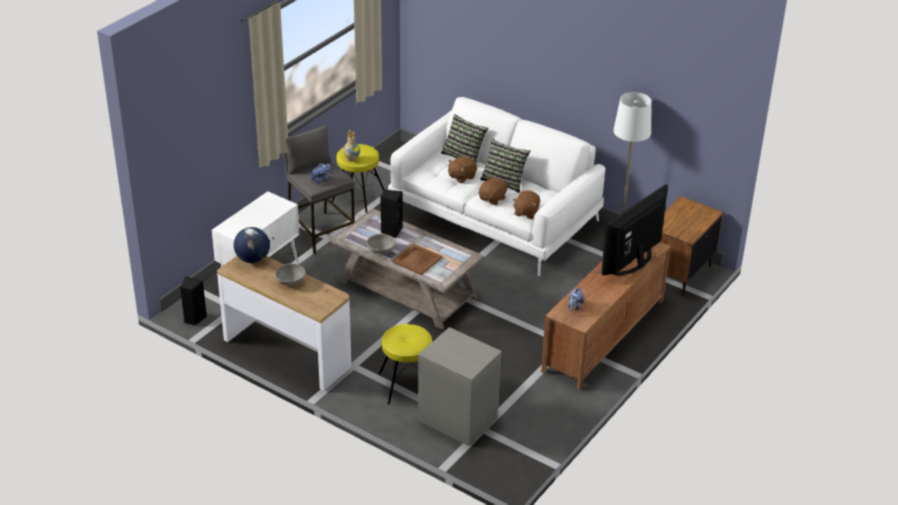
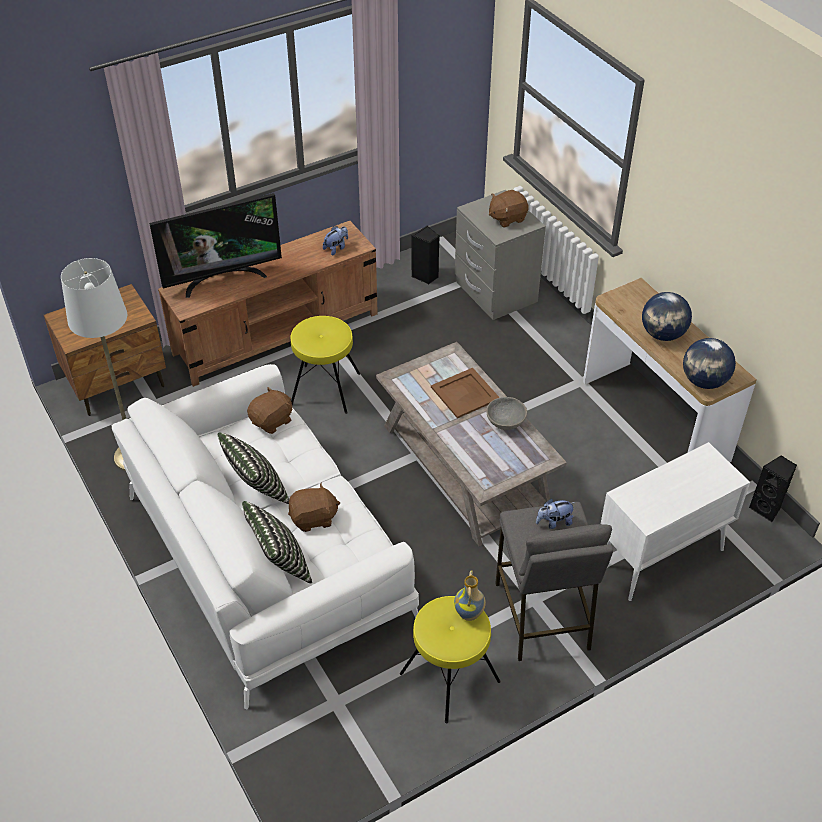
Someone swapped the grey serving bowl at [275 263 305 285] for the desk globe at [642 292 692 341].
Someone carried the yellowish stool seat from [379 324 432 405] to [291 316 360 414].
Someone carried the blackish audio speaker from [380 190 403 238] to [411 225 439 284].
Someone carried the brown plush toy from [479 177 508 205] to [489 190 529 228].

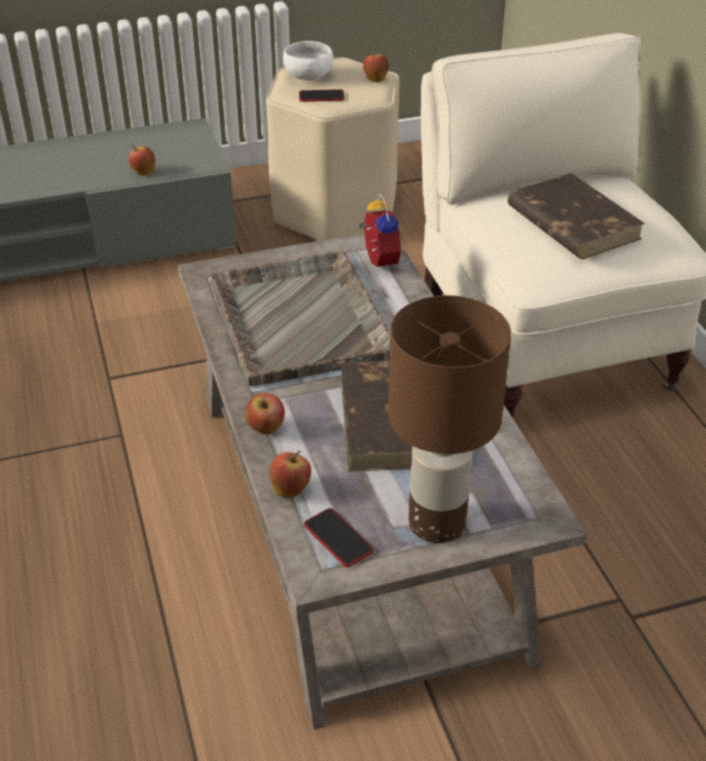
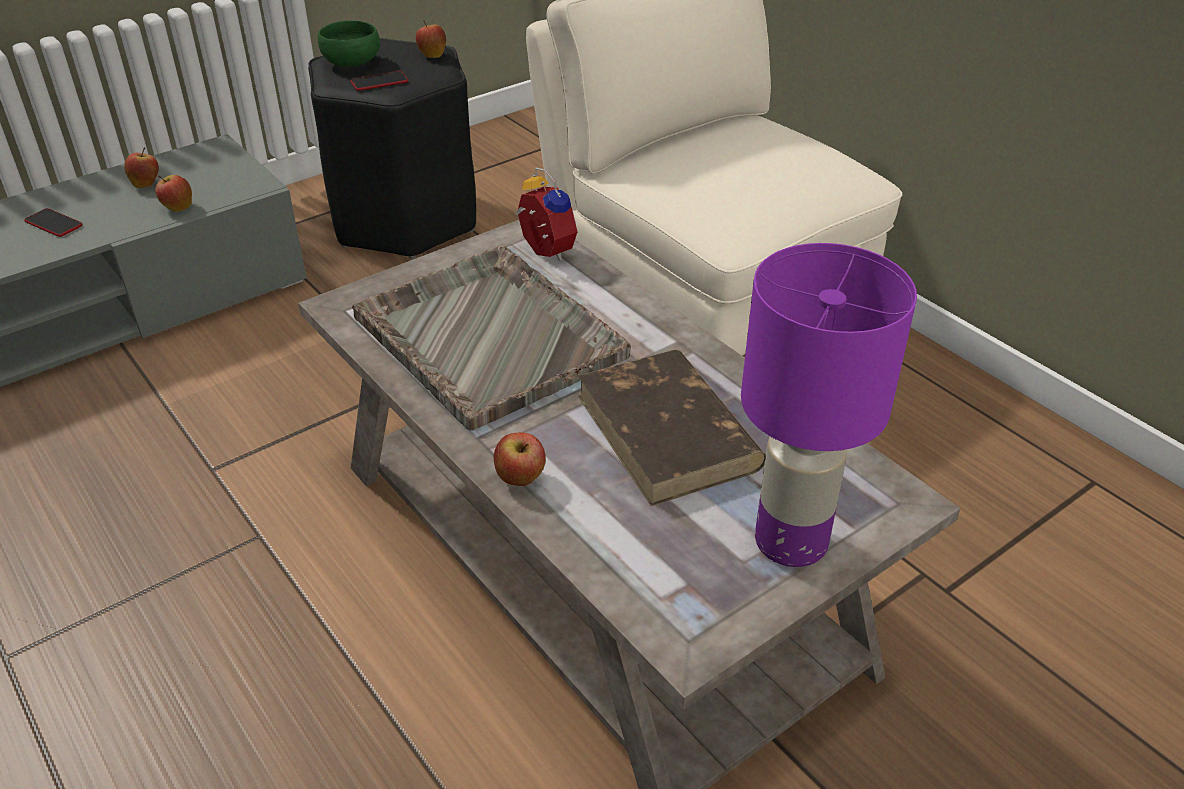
Someone repainted the beige stool seat at [266 57 400 241], which became the blackish stool seat at [308 38 476 259].
Someone carried the whole apple from [269 450 311 498] to [124 147 159 188].
Someone repainted the white serving bowl at [283 41 334 80], which became the greenish serving bowl at [318 20 380 67].
Someone carried the telephone from [304 508 374 567] to [24 208 83 237].
Someone repainted the brown table lamp at [388 295 511 543], which became the purple-coloured table lamp at [741 243 917 567].
Someone took away the brown volume at [508 173 645 259].

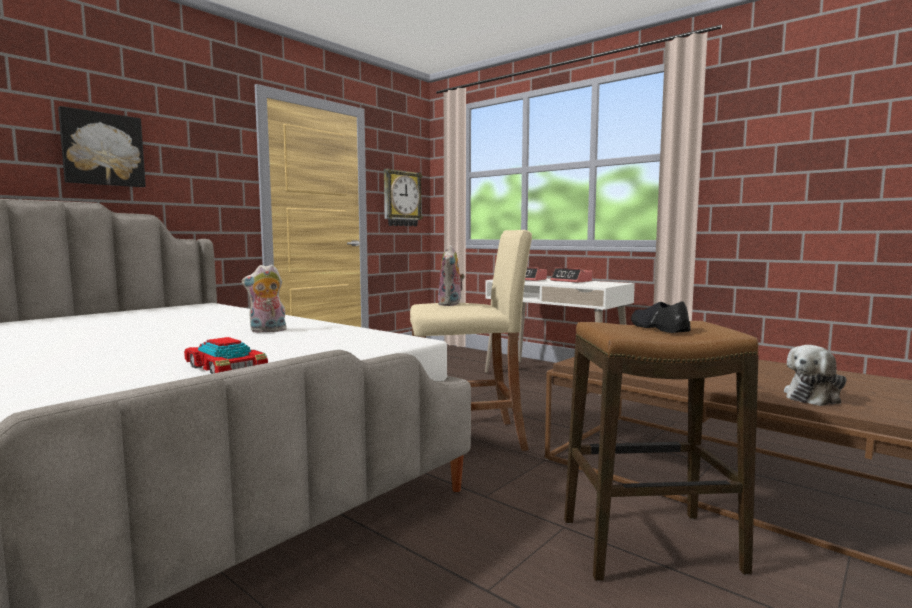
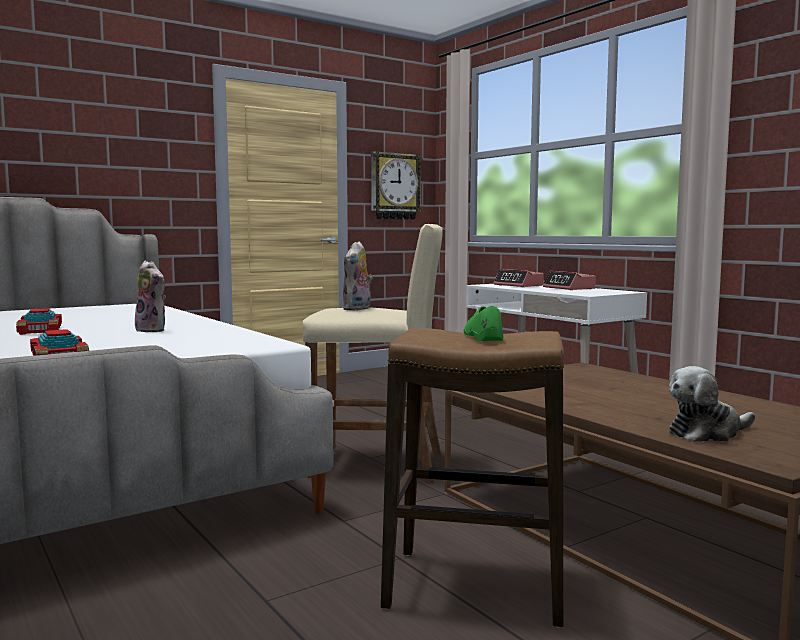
Someone took away the wall art at [58 106 146 187].
Someone rotated the plush toy at [242 264 286 333] by 135 degrees counterclockwise.
Someone repainted the blackish item of footwear at [631 301 691 333], which became the greenish item of footwear at [464 306 503 341].
Someone put down the miniature car at [16 308 62 335].

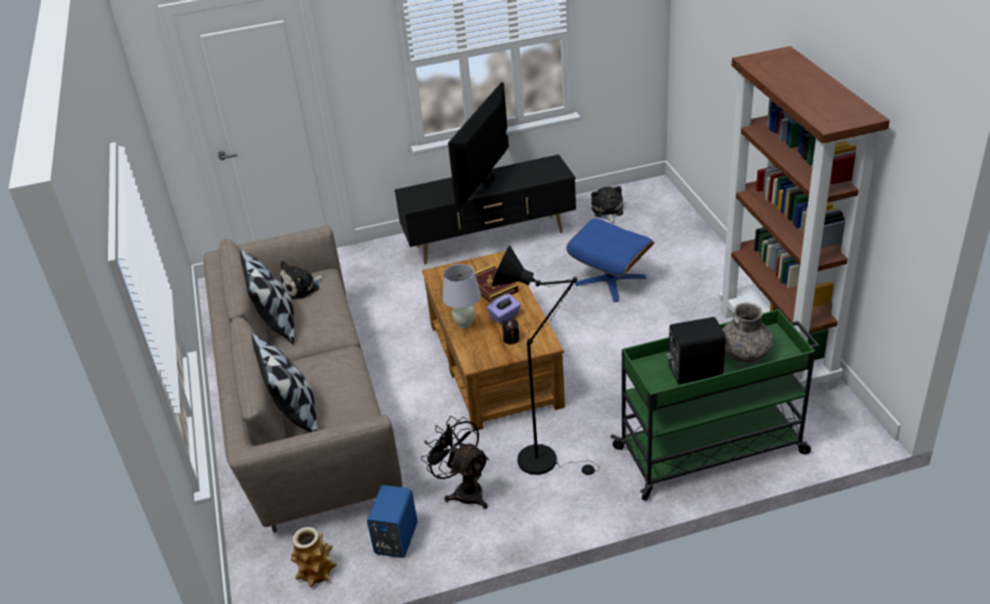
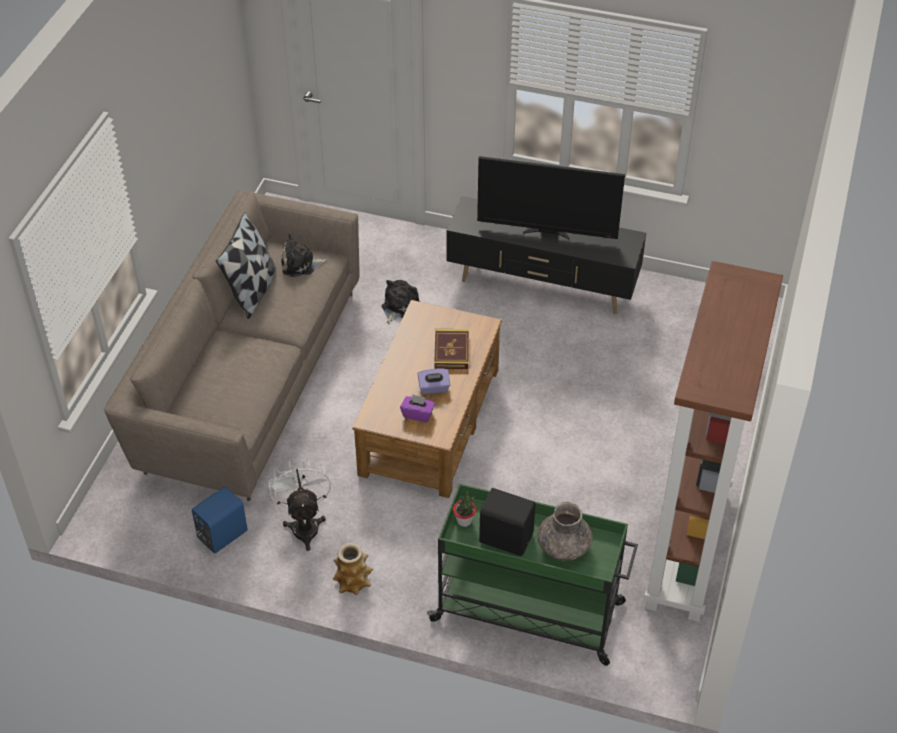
Someone took away the throw pillow at [252 333 317 432].
Someone carried the vase from [291 527 337 587] to [333 543 373 596].
Someone repainted the blackish electric fan at [421 416 489 509], which became the white electric fan at [268 459 331 551].
Someone took away the white table lamp at [442 264 481 328].
Someone rotated the television at [448 82 509 211] by 135 degrees counterclockwise.
Someone took away the blackish standing lamp at [492 246 600 475].
Someone swapped the blackish wax light at [502 319 519 345] for the purple-coloured box of tissues at [400 394 435 422].
Someone took away the blue-coloured ottoman at [566 218 654 302].
Someone carried the plush toy from [591 186 623 223] to [382 280 420 324].
Someone put down the potted plant at [453 491 476 527].

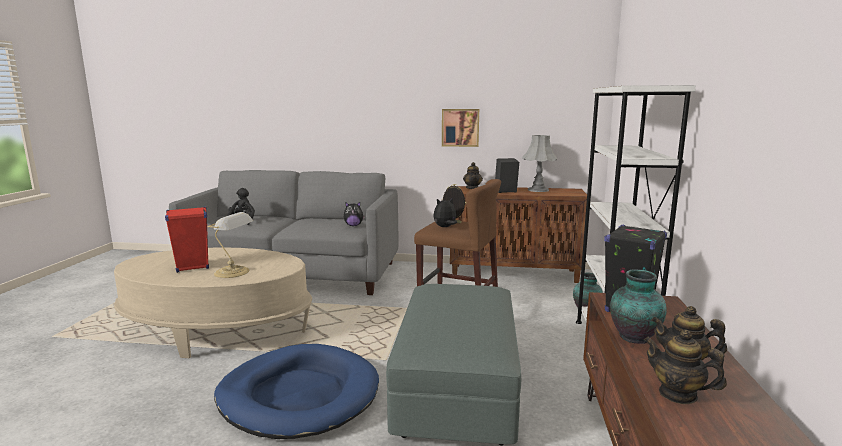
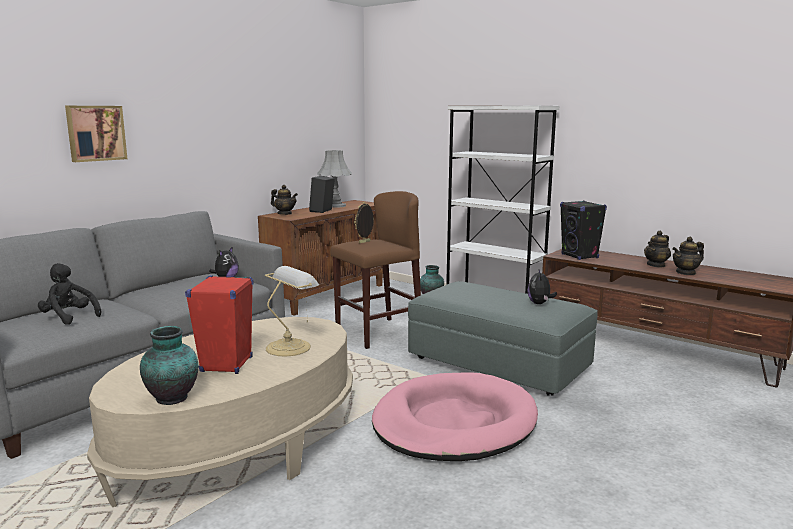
Someone repainted the blue-coloured pet bed at [214 344 379 439], which became the pinkish pet bed at [372 372 538 461].
Someone carried the plush toy from [434 197 457 227] to [527 270 557 304].
Someone carried the wall art from [442 109 479 147] to [65 106 127 162].
Someone carried the vase from [610 269 667 344] to [140 326 198 405].

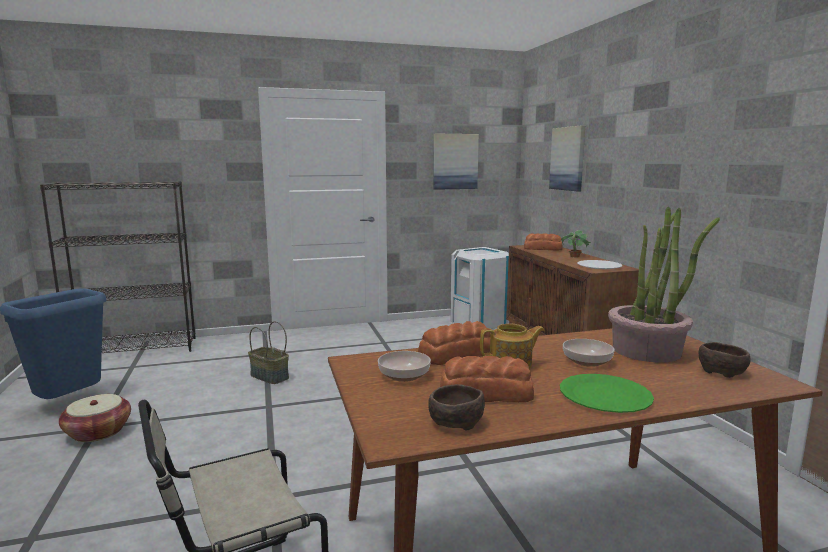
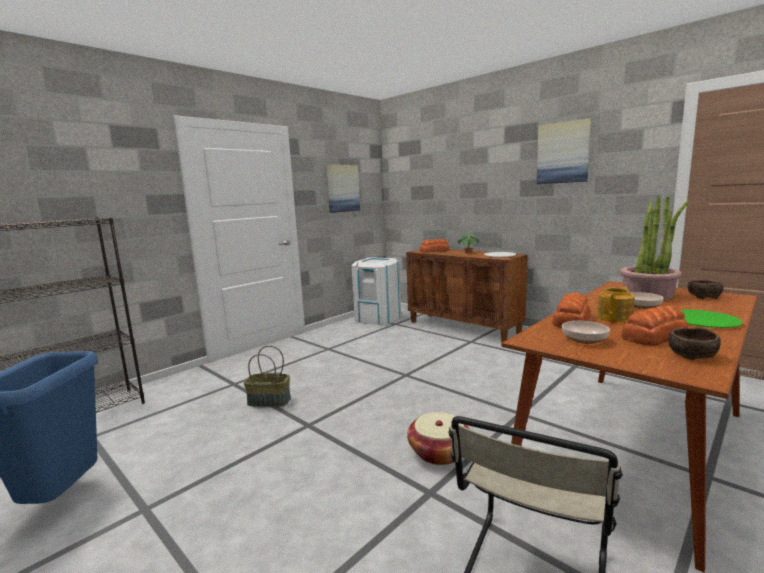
Someone carried the basket from [59 394 131 442] to [407 412 470 465].
Someone carried the wall art from [549 125 585 191] to [537 118 591 184].

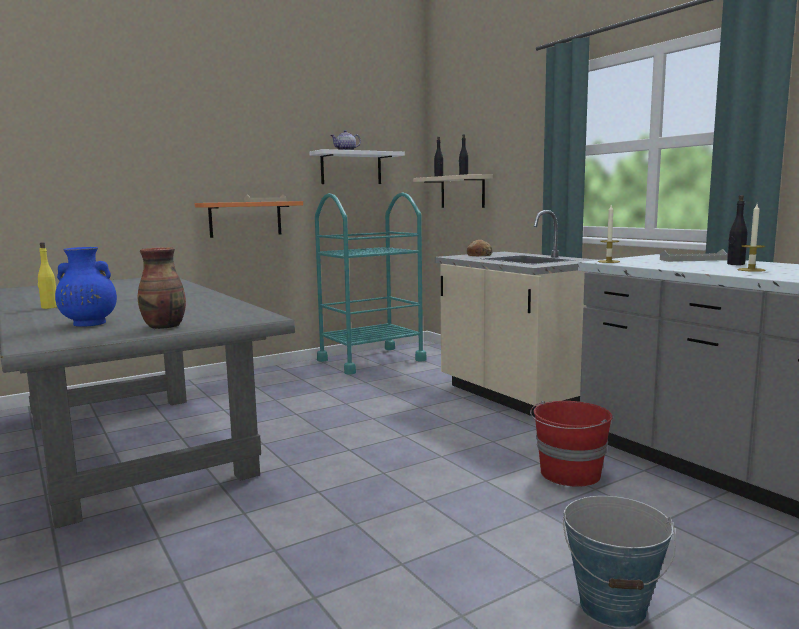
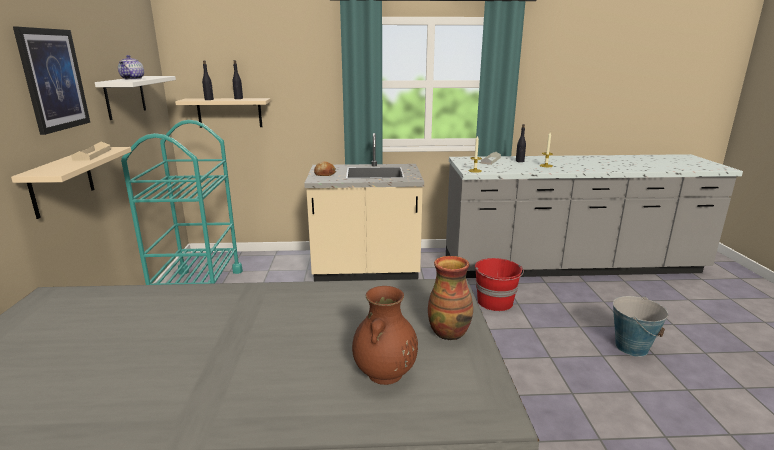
Someone took away the yellowish bottle at [38 242 57 309].
Someone repainted the blue-coloured vase at [55 247 117 327], which became the brown vase at [352 286 418 385].
Someone repainted the orange-coloured wall shelf at [195 201 303 238], which became the beige wall shelf at [11 147 132 219].
Someone put up the wall art at [13 27 90 135].

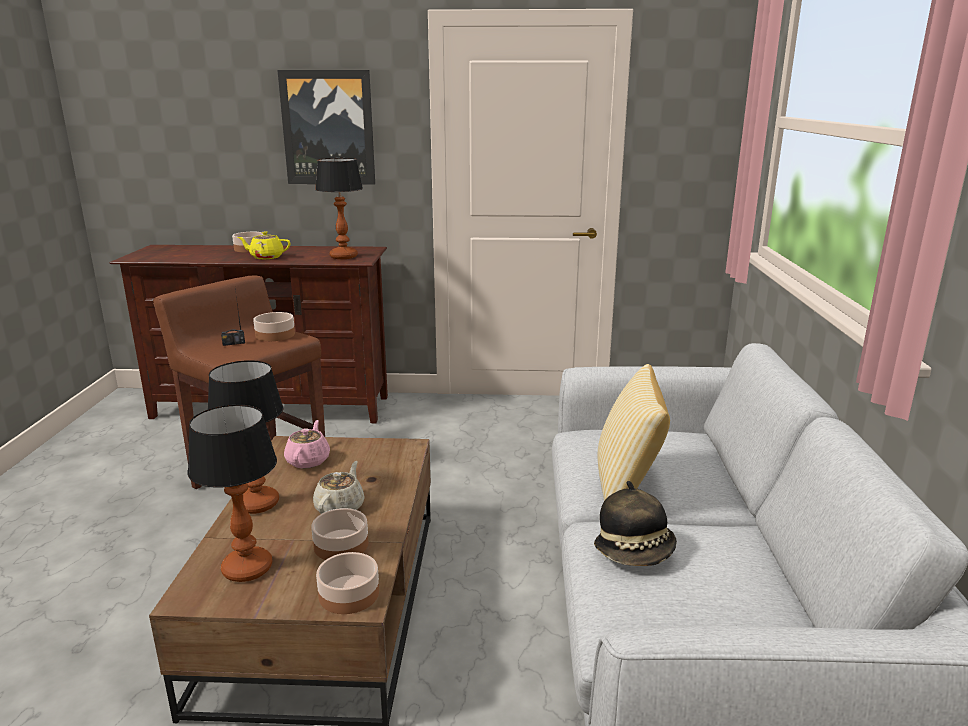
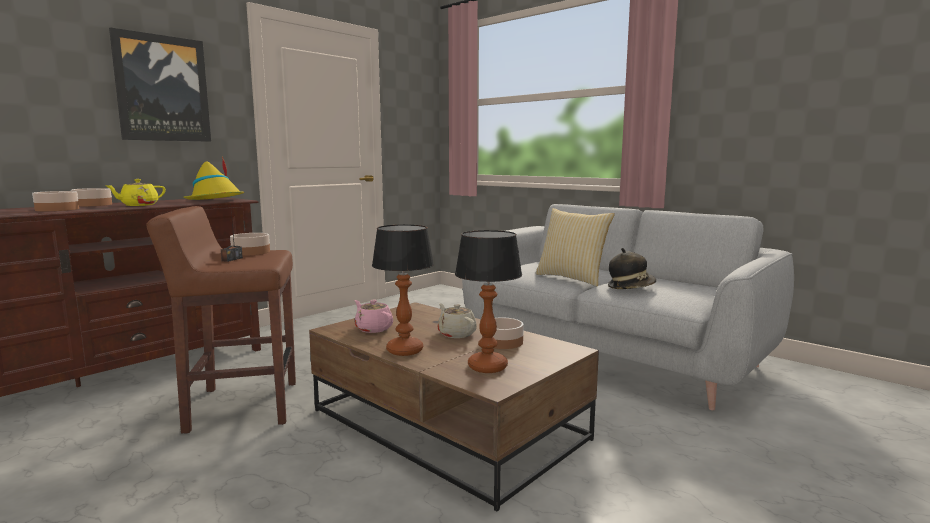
Someone swapped the table lamp at [315 158 363 259] for the yellowish hat at [183 157 245 200].
Someone carried the serving bowl from [316 552 379 614] to [32 191 79 211].

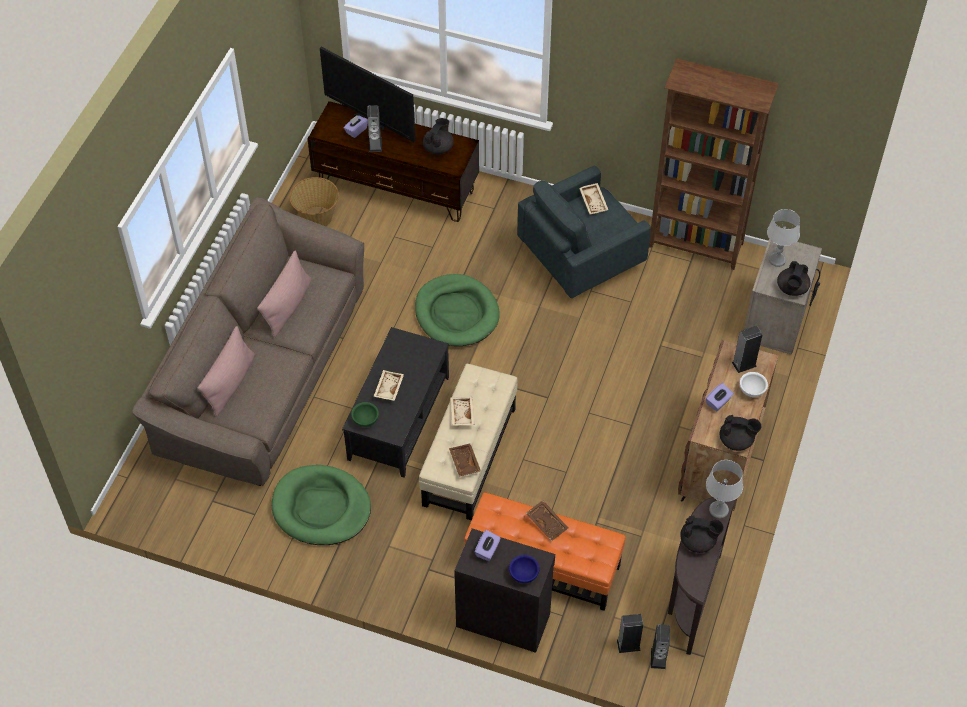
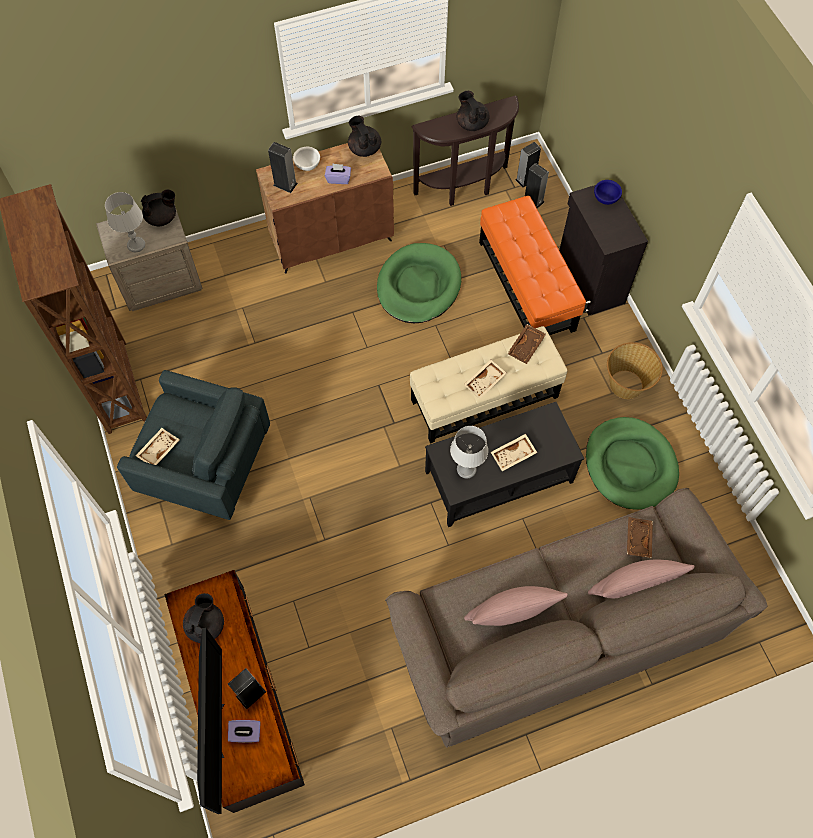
Someone carried the basket from [289 177 339 226] to [607 342 663 399].
Someone took away the greenish serving bowl at [351 402 379 427].
Someone carried the greenish pet bed from [415 274 500 346] to [377 243 461 323].
Someone rotated the blackish teapot at [423 118 454 154] by 120 degrees clockwise.
Someone took away the purple-coloured box of tissues at [475 530 501 561].
Someone carried the brown carrying tray from [526 500 568 541] to [627 517 653 558].
Someone carried the grey table lamp from [706 460 743 518] to [450 426 488 478].

